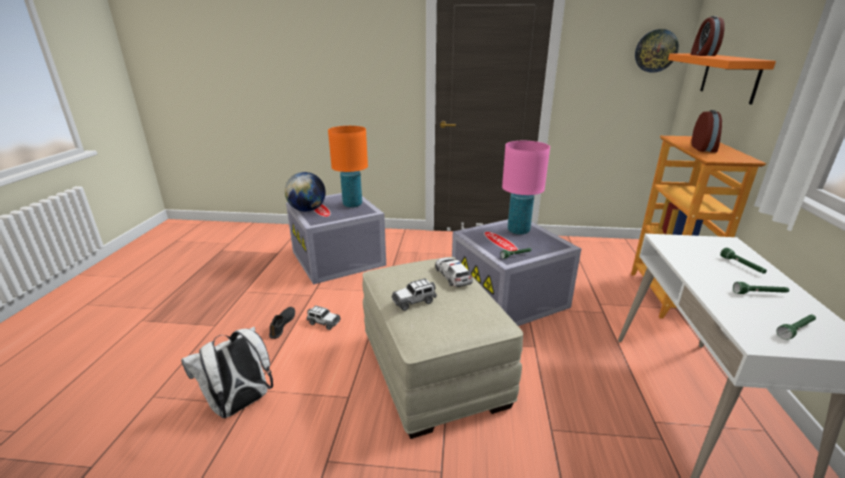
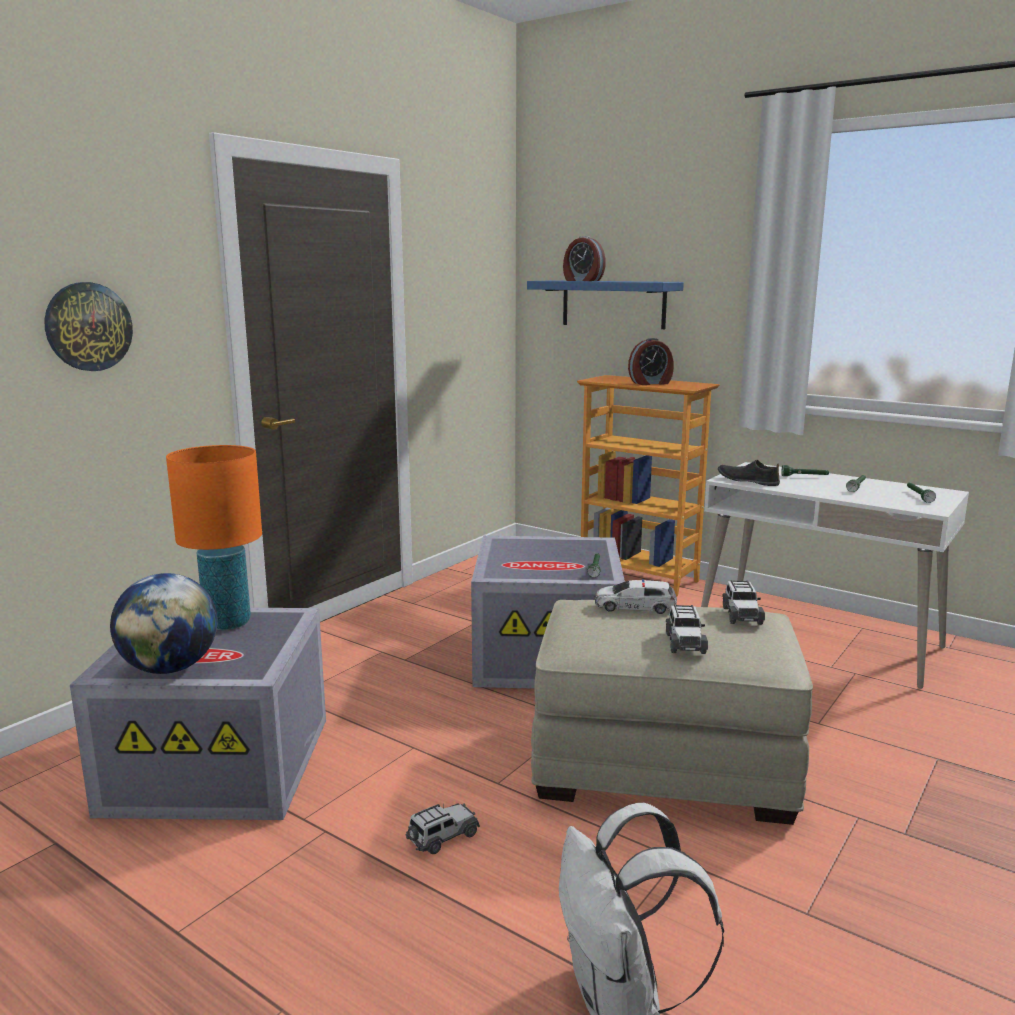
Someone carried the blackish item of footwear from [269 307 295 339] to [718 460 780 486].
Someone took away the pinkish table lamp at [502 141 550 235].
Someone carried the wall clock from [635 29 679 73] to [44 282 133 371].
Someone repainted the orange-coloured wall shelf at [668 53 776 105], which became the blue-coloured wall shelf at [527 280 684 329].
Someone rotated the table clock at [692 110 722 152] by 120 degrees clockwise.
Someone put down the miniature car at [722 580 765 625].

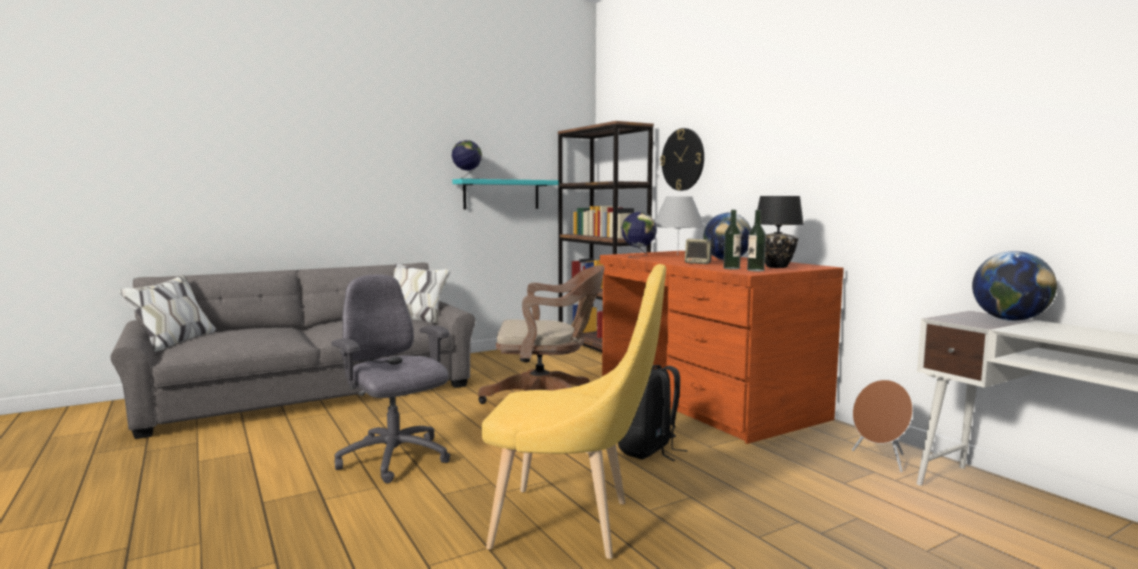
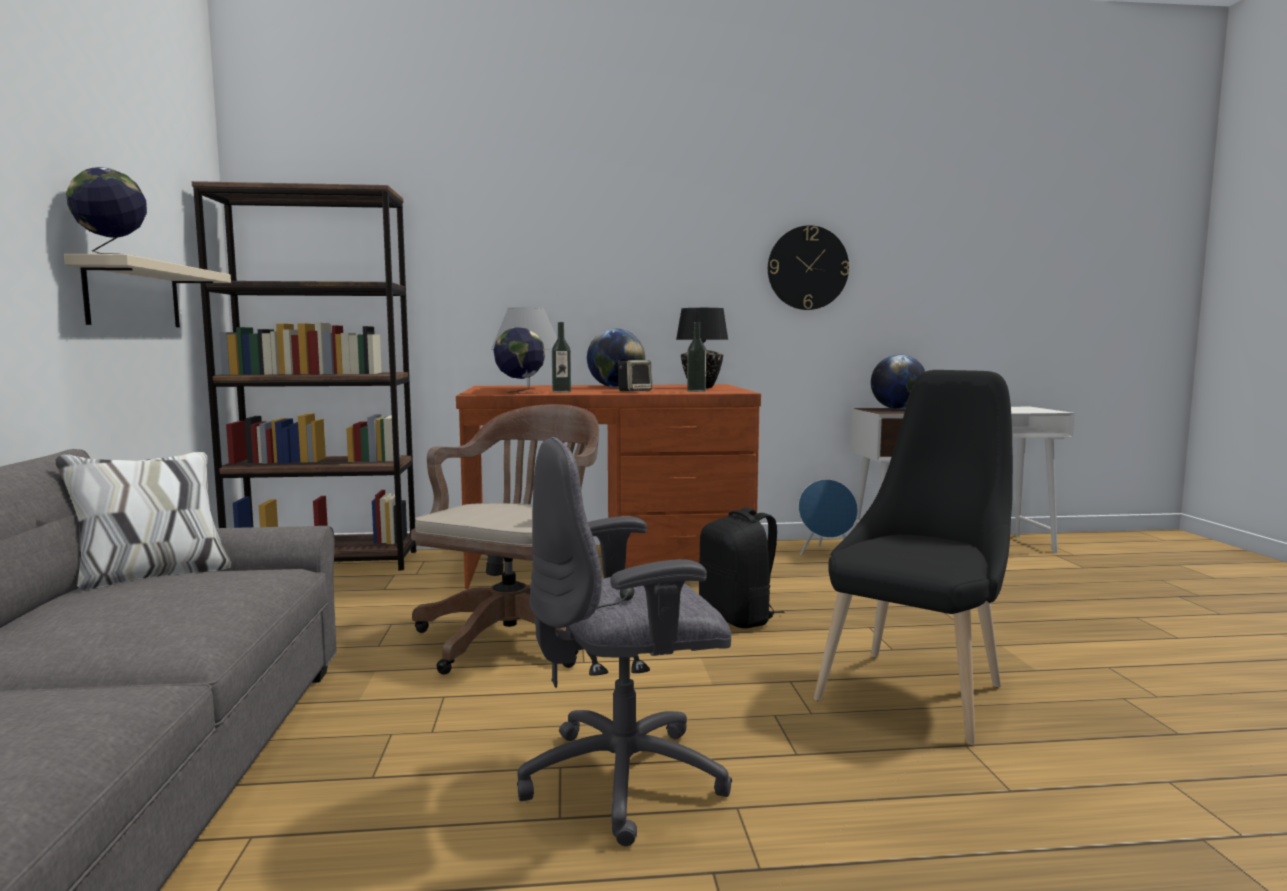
Someone repainted the turquoise wall shelf at [452 179 559 210], which became the beige wall shelf at [64 254 231 327].
Someone repainted the yellowish upright chair at [481 264 666 559], which became the blackish upright chair at [814 370 1013 745].
Someone carried the wall clock from [660 128 704 191] to [768 225 849 310].
Someone carried the bottle from [747 210 766 271] to [552 322 571 392].
Someone repainted the brown audio speaker at [852 380 913 472], which became the blue-coloured audio speaker at [798 479 858 555].

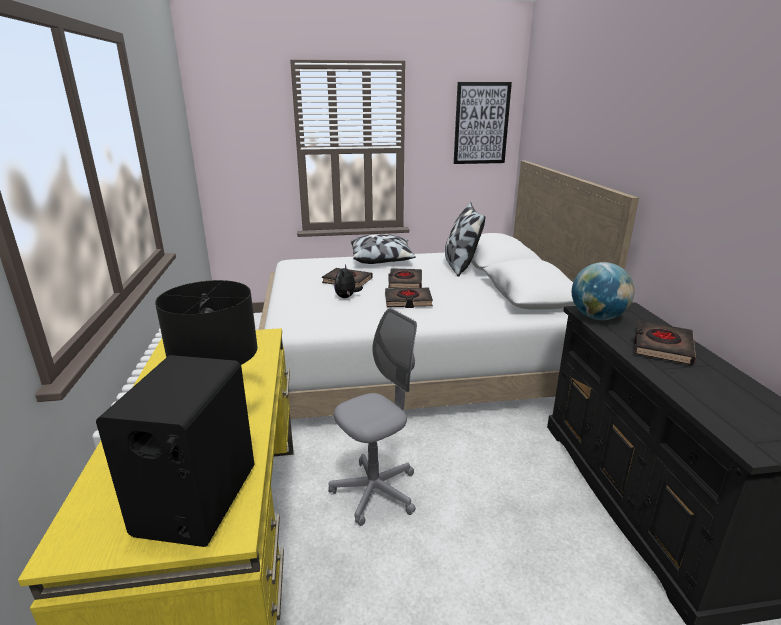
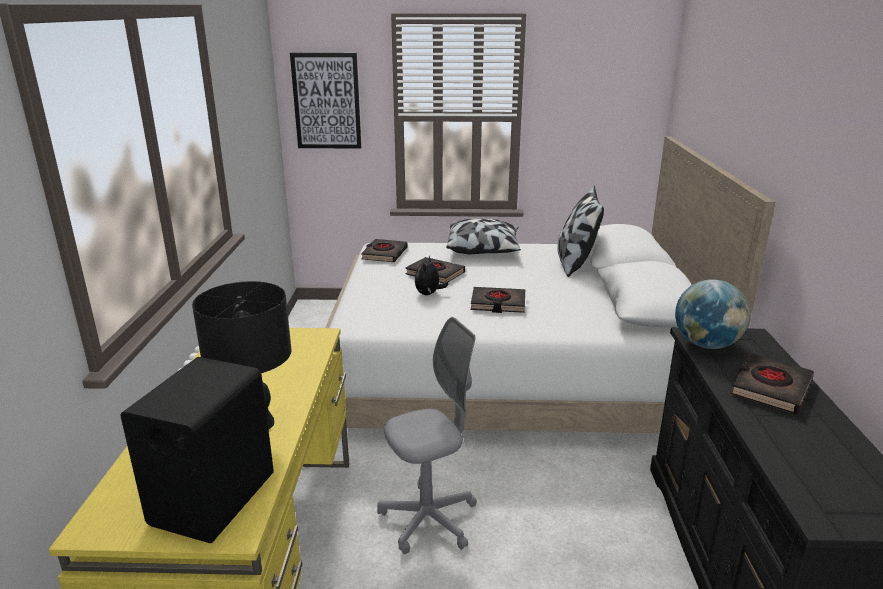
Someone carried the blackish volume from [388 268 422 288] to [361 239 408 262].
Someone carried the wall art from [454 82 512 164] to [290 53 361 149].

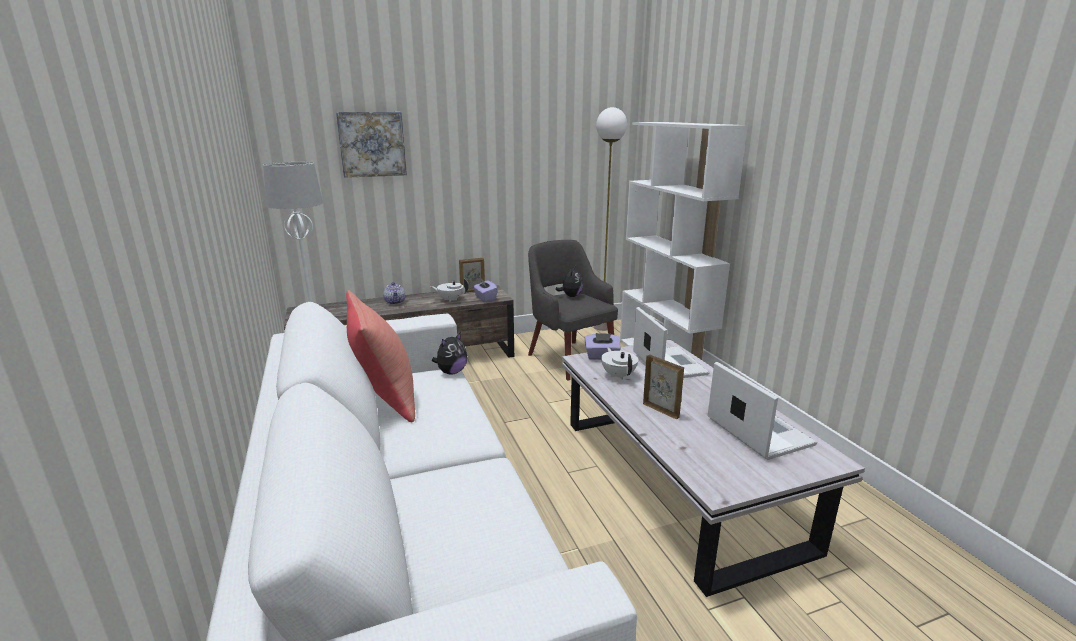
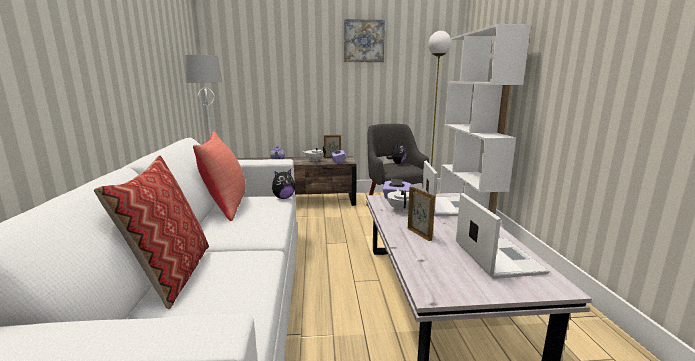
Someone carried the wall art from [336 112 407 178] to [344 19 385 62].
Someone put down the throw pillow at [94 155 209 309].

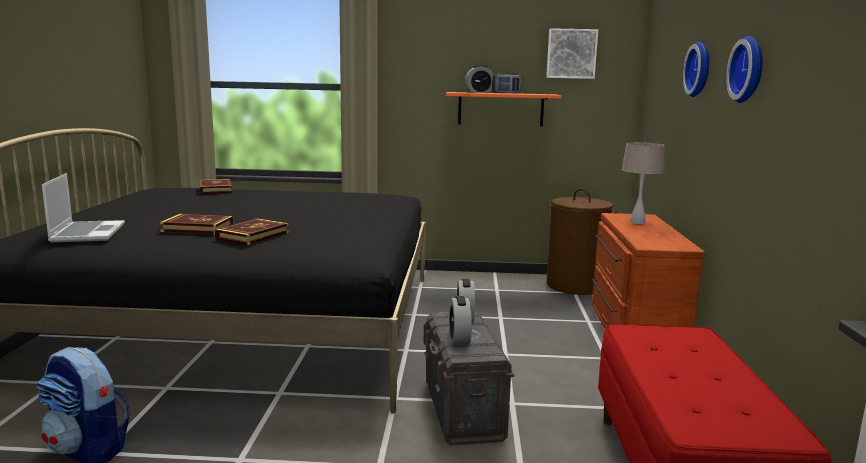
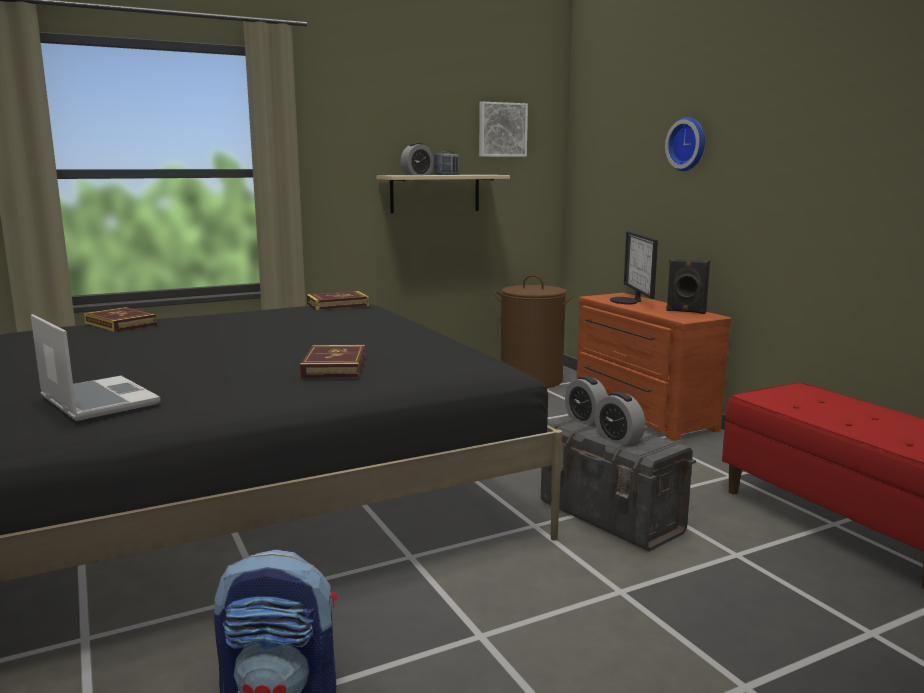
Someone carried the volume from [160 214 233 235] to [306 291 369 310].
Someone repainted the orange-coloured wall shelf at [446 92 561 126], which became the beige wall shelf at [377 175 510 214].
Someone swapped the beige table lamp at [622 142 665 224] for the monitor at [610 232 658 305].
Someone took away the wall clock at [726 36 763 103].
Someone put down the blackish audio speaker at [666 258 710 314].

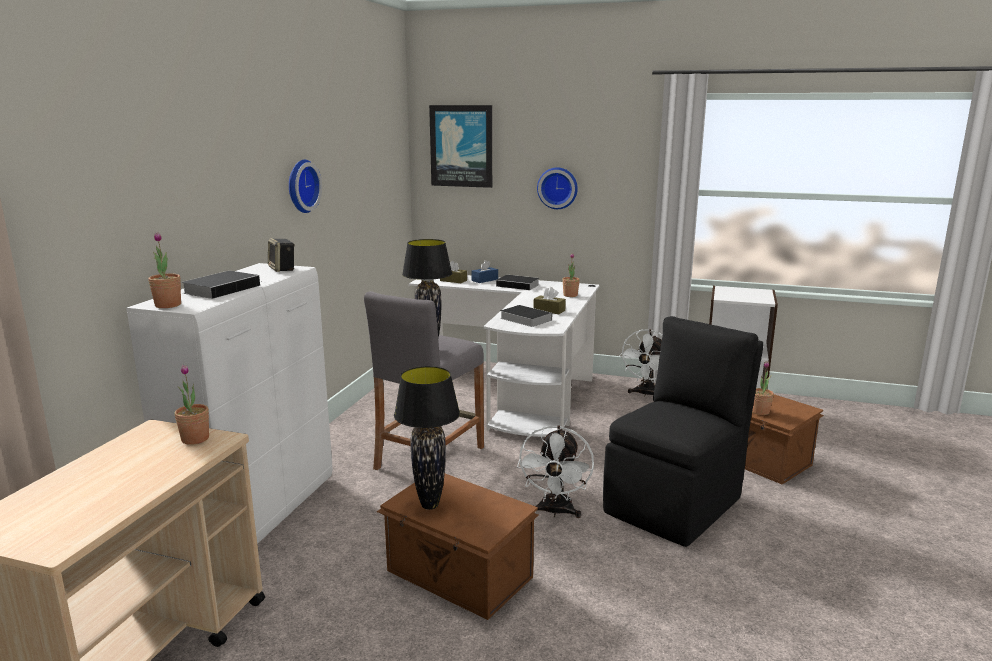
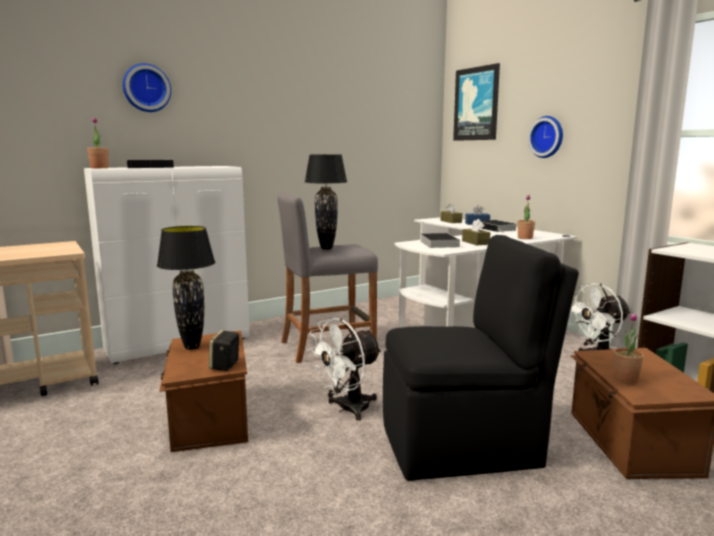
Someone took away the potted plant at [175 365 209 445].
Someone carried the audio speaker from [268 238 295 272] to [209 330 240 371].
Someone carried the wall clock from [289 160 322 213] to [122 63 171 112].

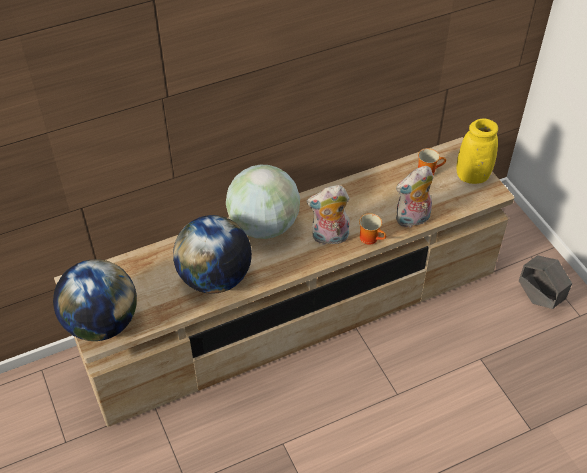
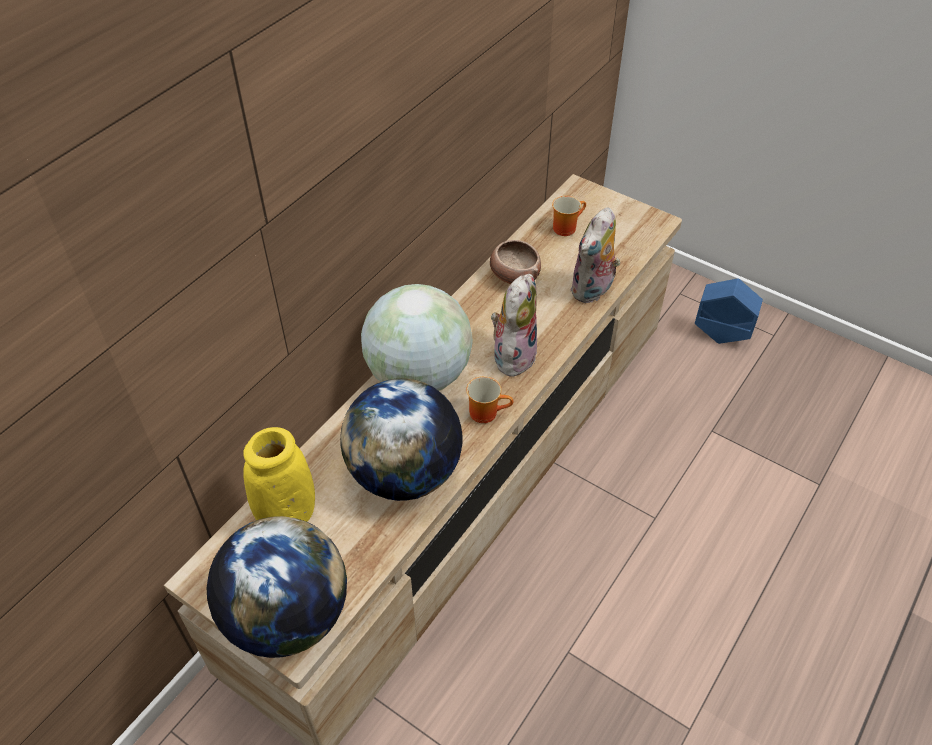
Someone rotated the plush toy at [306 185 350 245] by 150 degrees clockwise.
Someone carried the coffee mug from [359 213 386 245] to [466 376 513 423].
Someone carried the yellowish vase from [456 118 498 184] to [243 427 315 522].
Someone repainted the grey flower pot at [519 255 572 309], which became the blue-coloured flower pot at [695 278 763 344].
Someone put down the serving bowl at [490 240 541 284].

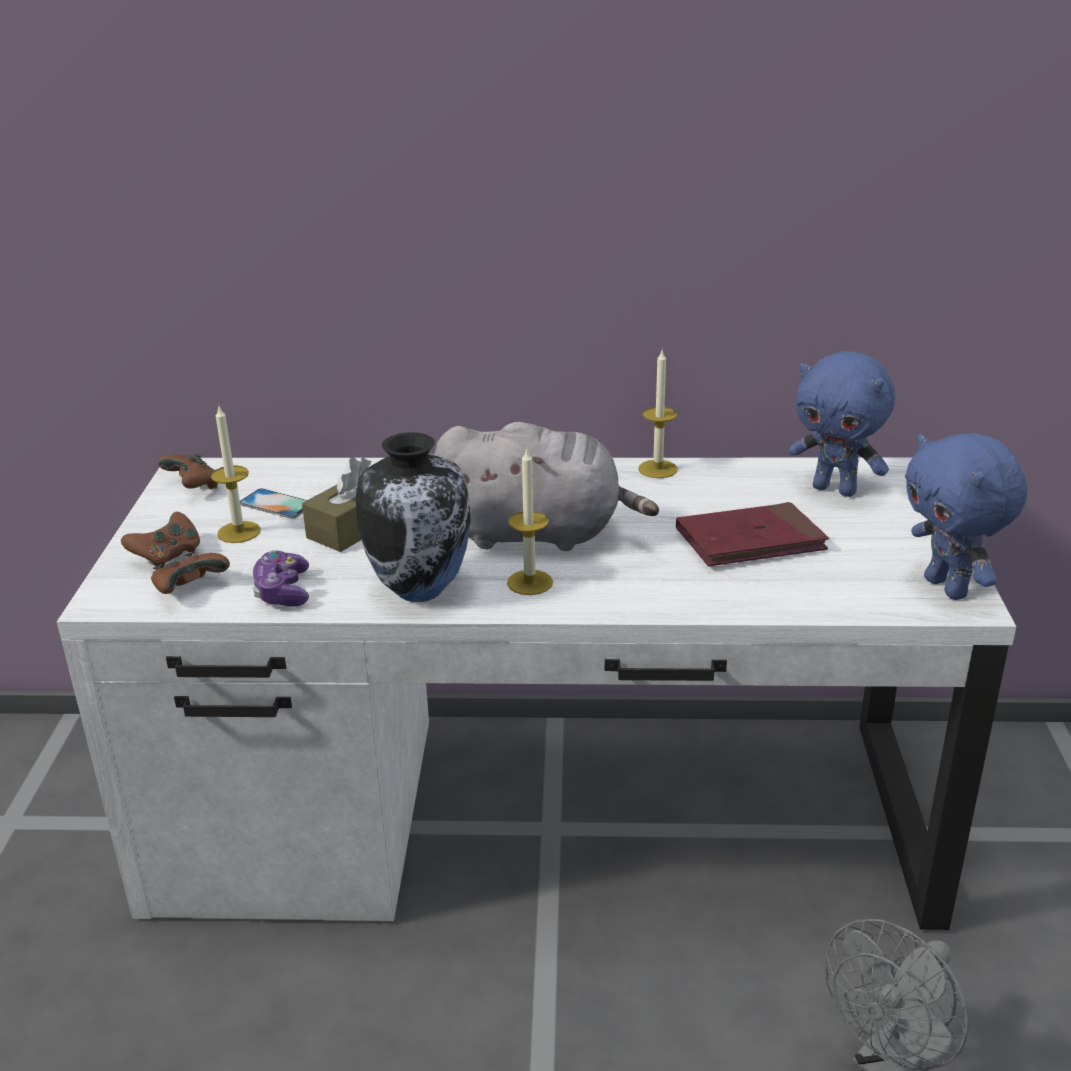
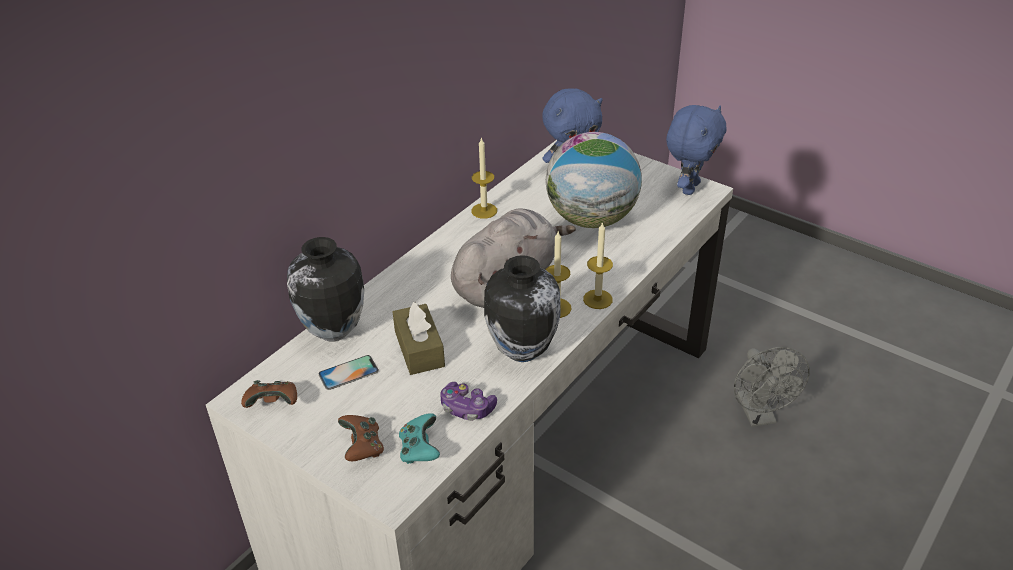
Someone repainted the brown gamepad at [151 552 230 594], which became the turquoise gamepad at [399 413 440 464].
Someone carried the wax light from [211 407 261 543] to [583 222 613 309].
Someone swapped the red-coloured volume at [676 502 829 566] for the desk globe at [546 132 642 228].
Someone rotated the blue-coloured plush toy at [905 433 1027 600] by 75 degrees counterclockwise.
Someone put down the vase at [287 237 364 342].

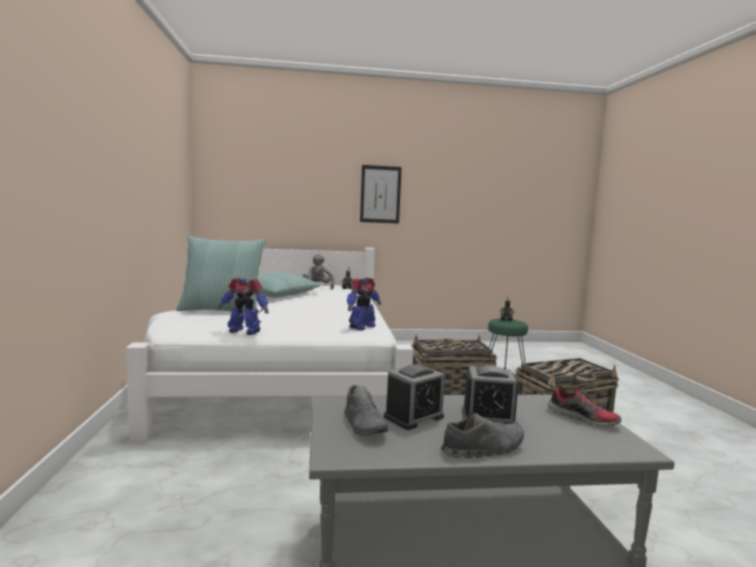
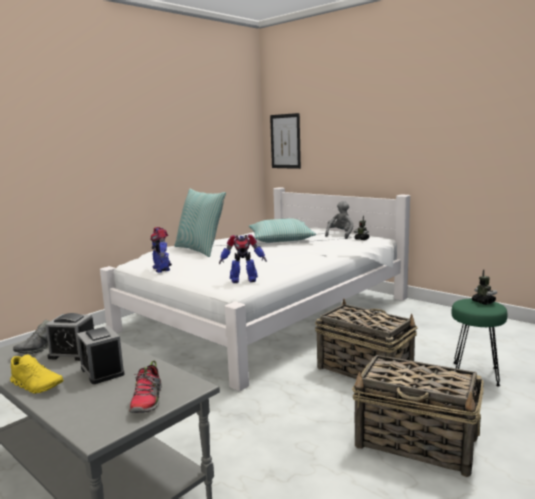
Someone carried the wall art from [360 165 402 224] to [270 113 301 169].
Someone repainted the grey item of footwear at [441 412 524 458], which became the yellowish item of footwear at [10 354 64 394].

